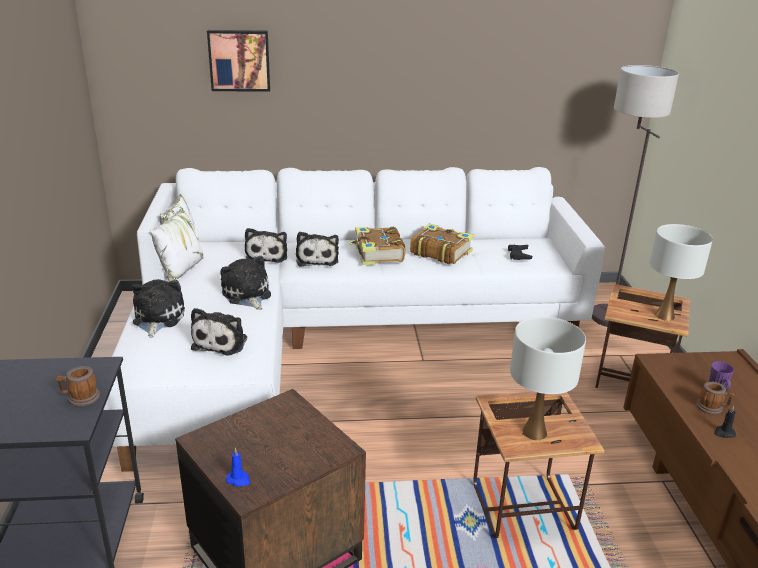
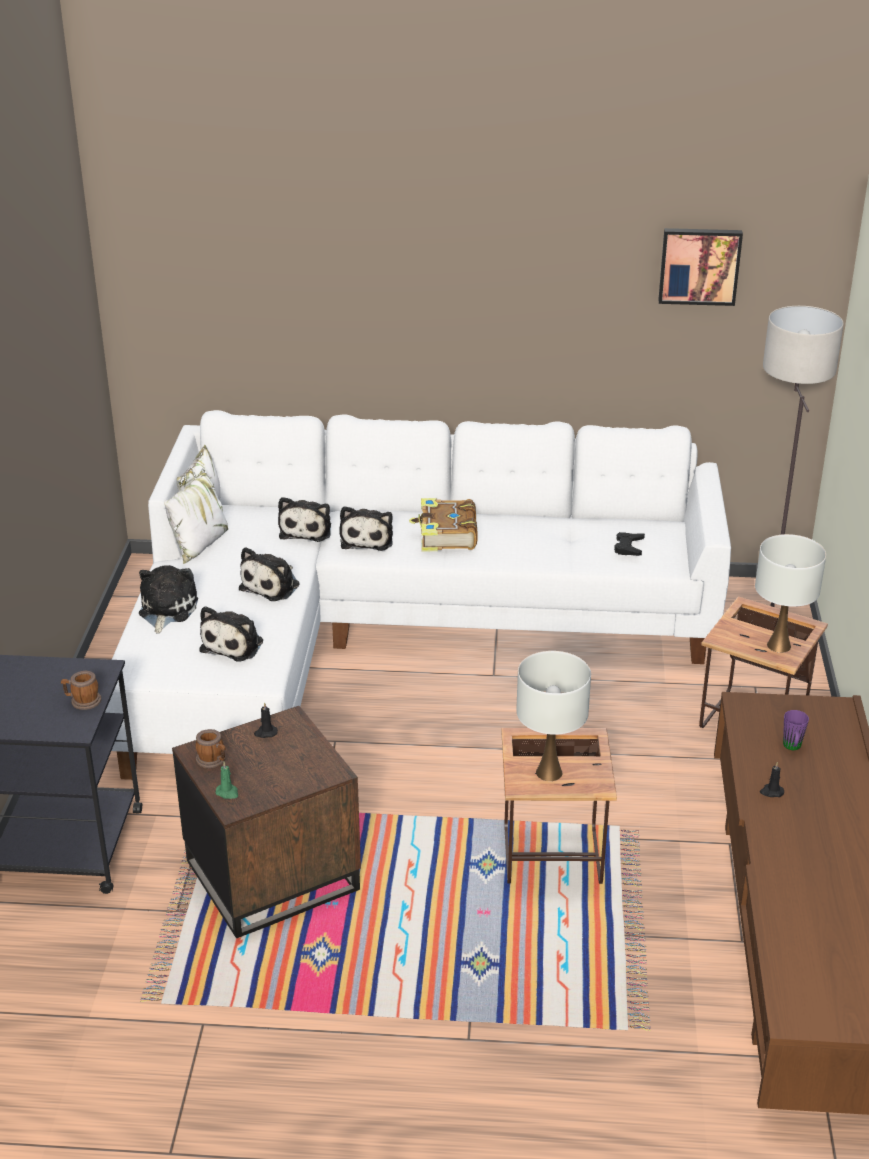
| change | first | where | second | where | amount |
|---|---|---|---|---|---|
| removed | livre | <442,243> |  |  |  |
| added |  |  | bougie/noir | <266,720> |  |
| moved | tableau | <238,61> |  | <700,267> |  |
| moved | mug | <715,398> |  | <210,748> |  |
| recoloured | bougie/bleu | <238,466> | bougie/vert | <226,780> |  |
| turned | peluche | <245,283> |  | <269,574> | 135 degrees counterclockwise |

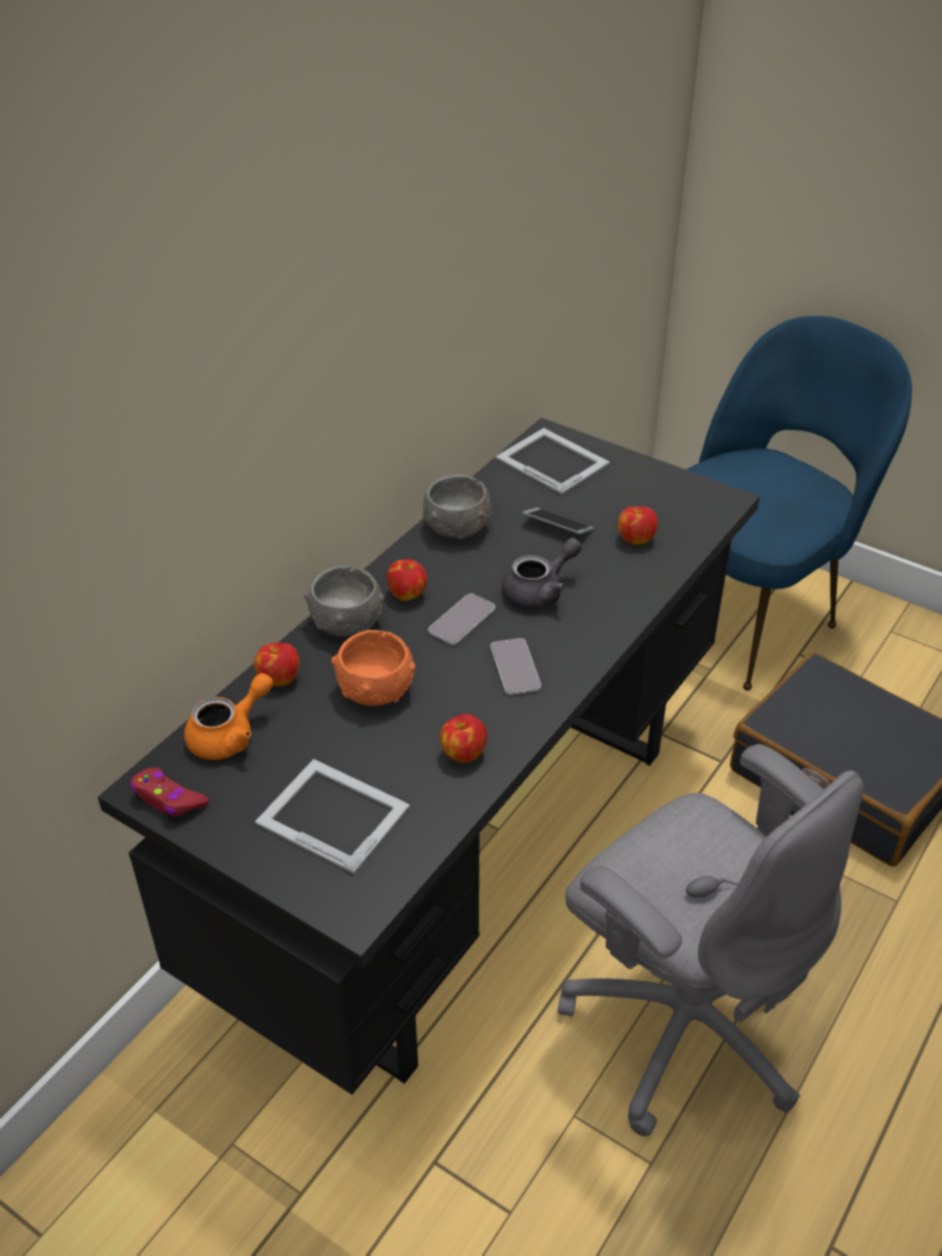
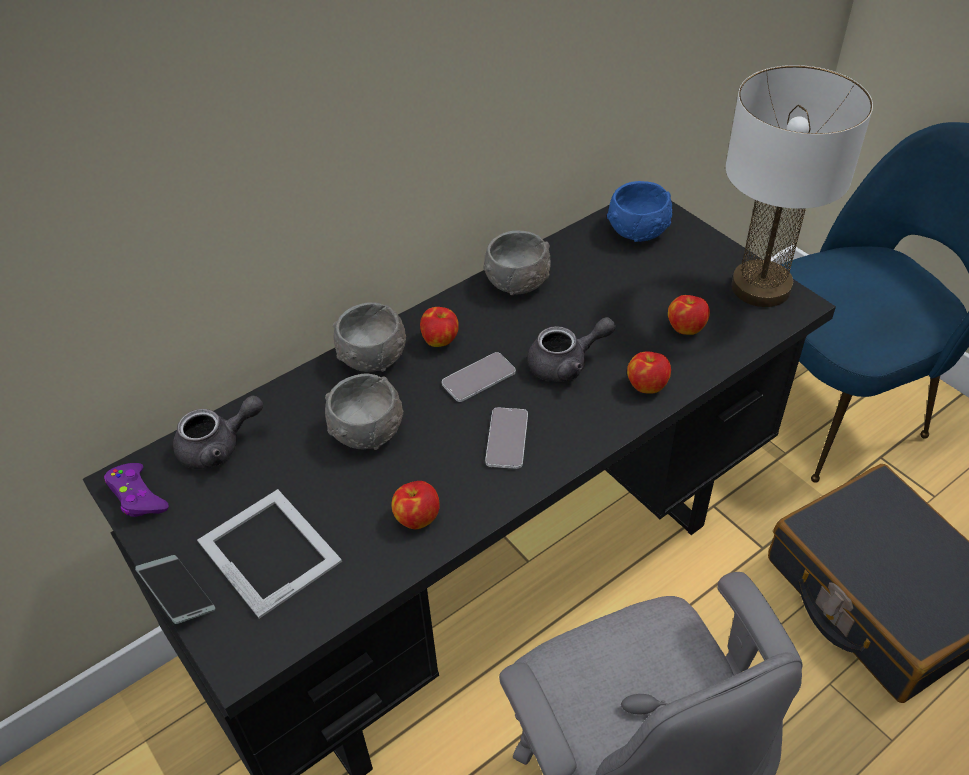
| change | first | where | second | where | amount |
|---|---|---|---|---|---|
| added |  |  | lampe de table | <799,186> |  |
| moved | pomme | <277,665> |  | <649,372> |  |
| moved | téléphone | <558,521> |  | <175,589> |  |
| replaced | cadre photo | <553,461> | bol/bleu | <639,211> |  |
| recoloured | manette/rouge | <169,791> | manette/violet | <136,490> |  |
| recoloured | théière/orange | <228,716> | théière/gris | <218,432> |  |
| recoloured | bol/orange | <373,668> | bol/gris | <364,411> |  |

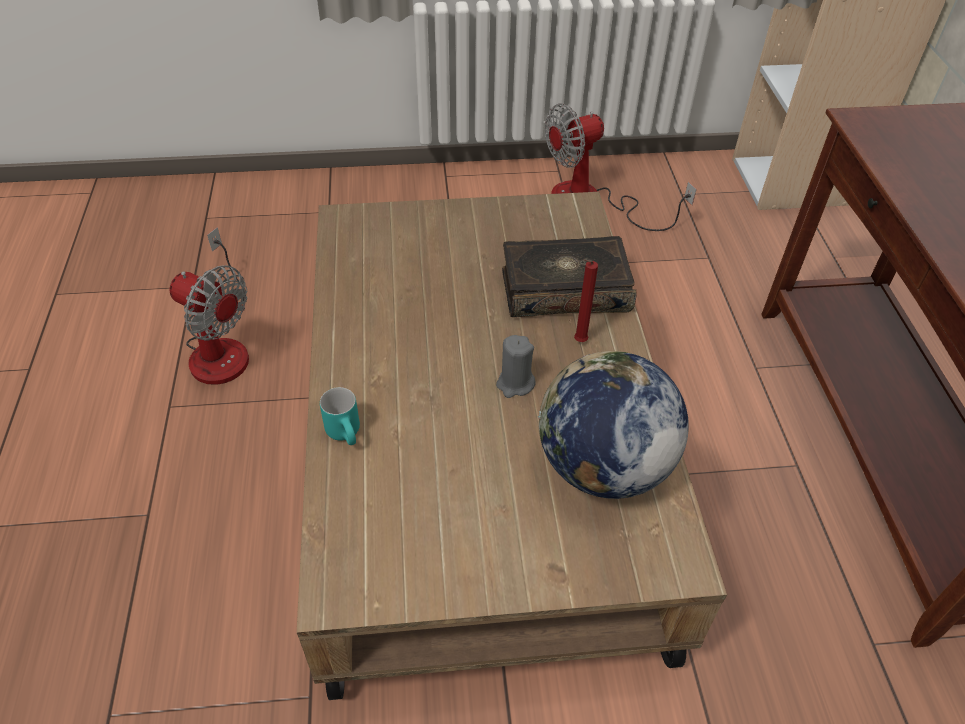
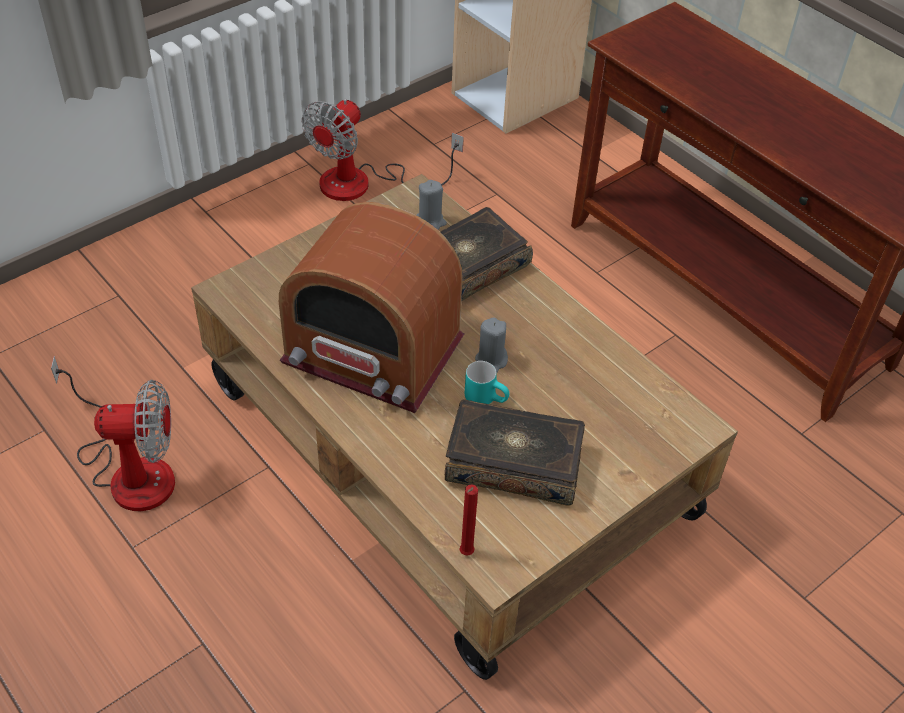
| change | first | where | second | where | amount |
|---|---|---|---|---|---|
| removed | globe | <613,425> |  |  |  |
| added |  |  | radio | <371,307> |  |
| added |  |  | bougie/gris | <432,205> |  |
| added |  |  | livre | <515,453> |  |
| moved | mug/turquoise | <340,416> |  | <487,382> |  |
| moved | bougie/rouge | <586,300> |  | <468,520> |  |

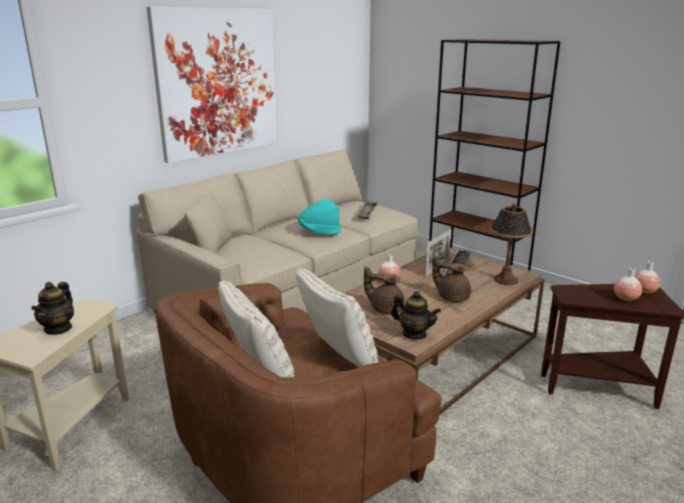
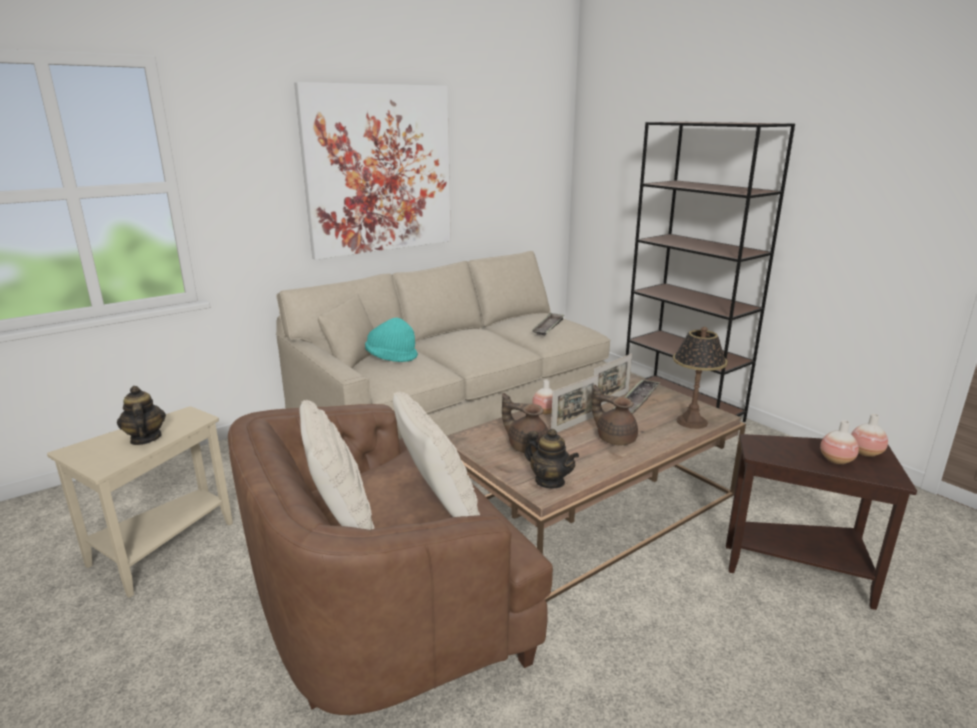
| change | first | where | second | where | amount |
|---|---|---|---|---|---|
| added |  |  | cadre photo | <575,403> |  |
| moved | chapeau/turquoise | <319,217> |  | <391,340> |  |
| turned | théière | <52,308> |  | <141,415> | 135 degrees clockwise |

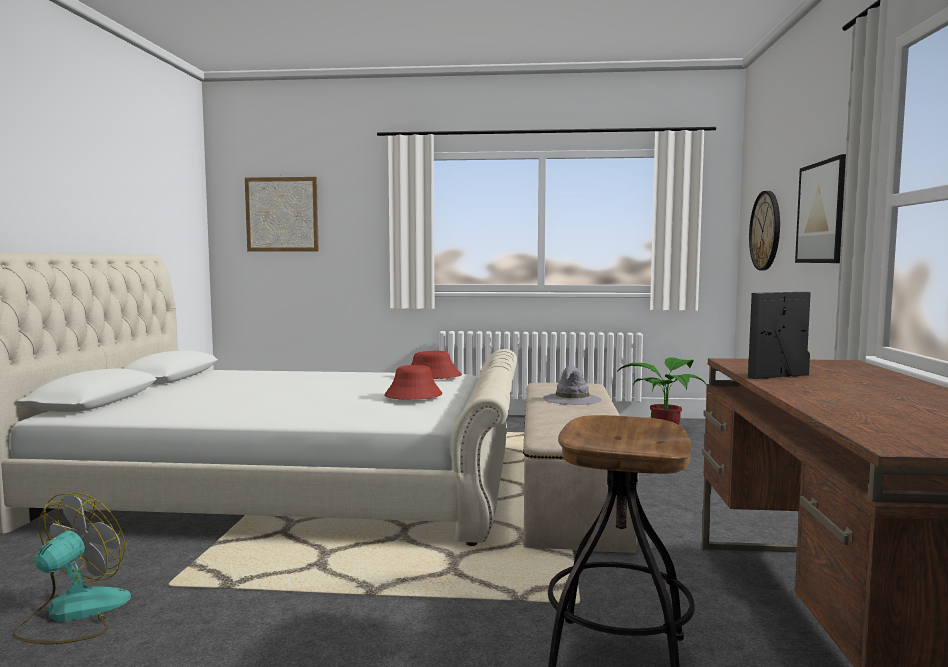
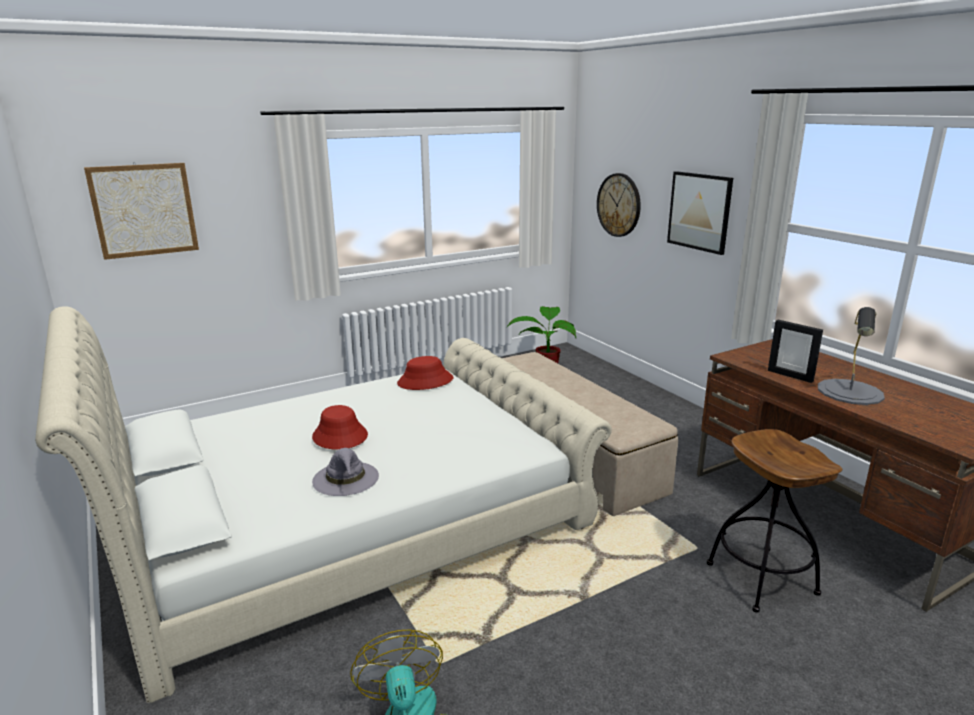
| change | first | where | second | where | amount |
|---|---|---|---|---|---|
| added |  |  | lampe de table/gris | <851,356> |  |
| moved | chapeau/rouge | <413,382> |  | <340,427> |  |
| moved | chapeau/gris | <572,385> |  | <345,472> |  |
| turned | cadre photo | <779,335> |  | <795,351> | 75 degrees counterclockwise |

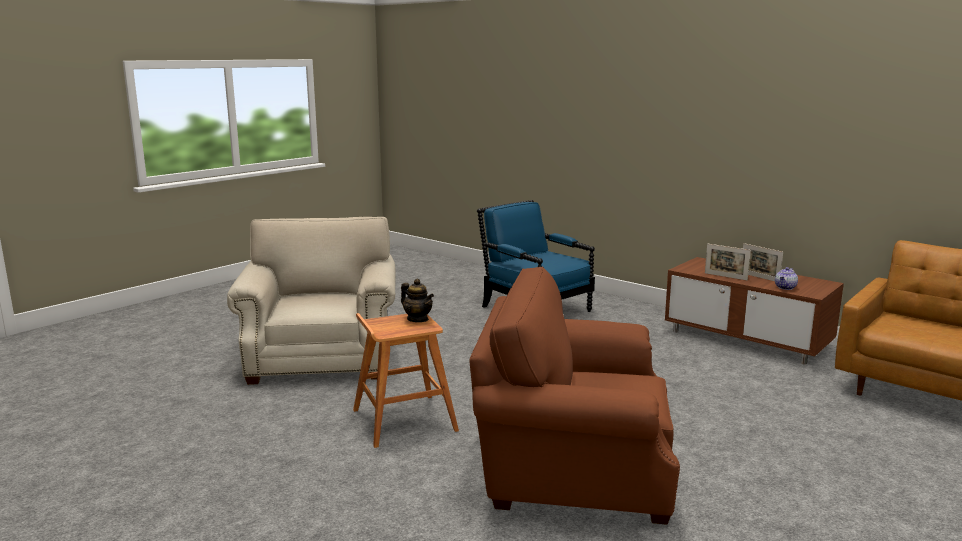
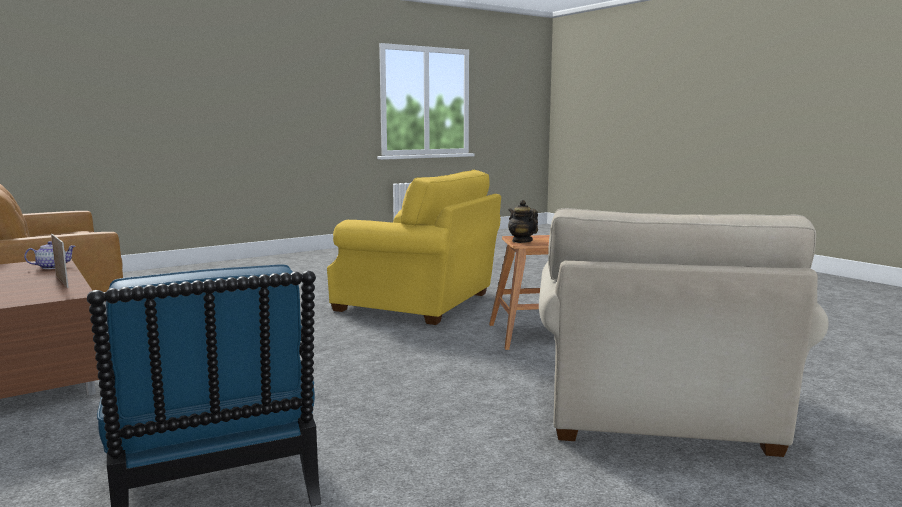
| change | first | where | second | where | amount |
|---|---|---|---|---|---|
| removed | cadre photo | <763,262> |  |  |  |
| recoloured | fauteuil/marron | <574,396> | fauteuil/jaune | <414,247> |  |

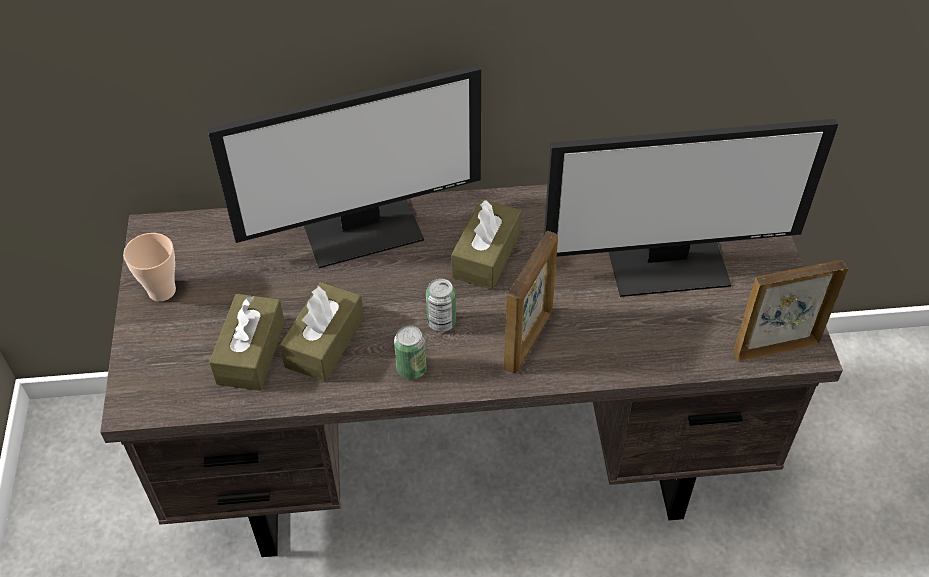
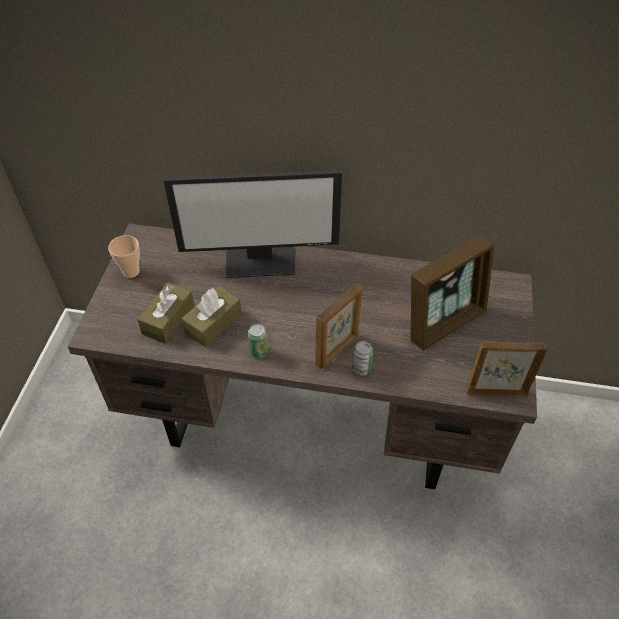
| change | first | where | second | where | amount |
|---|---|---|---|---|---|
| removed | boîte à mouchoirs/marron | <486,244> |  |  |  |
| moved | boîte métallique | <441,305> |  | <362,358> |  |
| replaced | écran d'ordinateur | <691,208> | cadre photo | <452,293> |  |

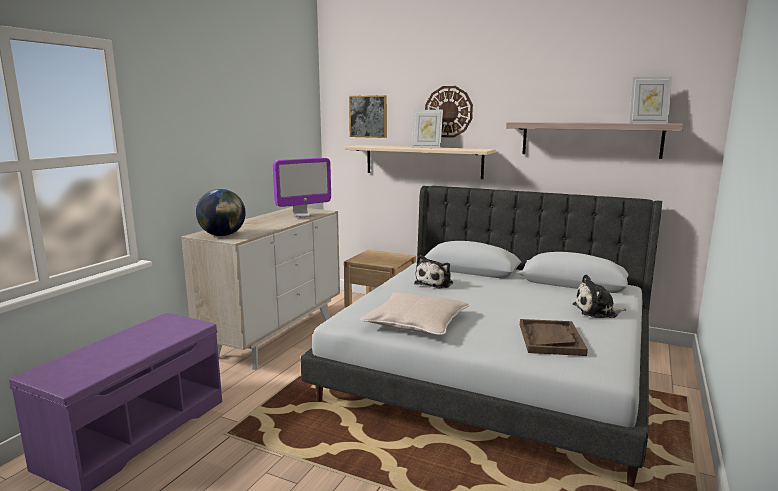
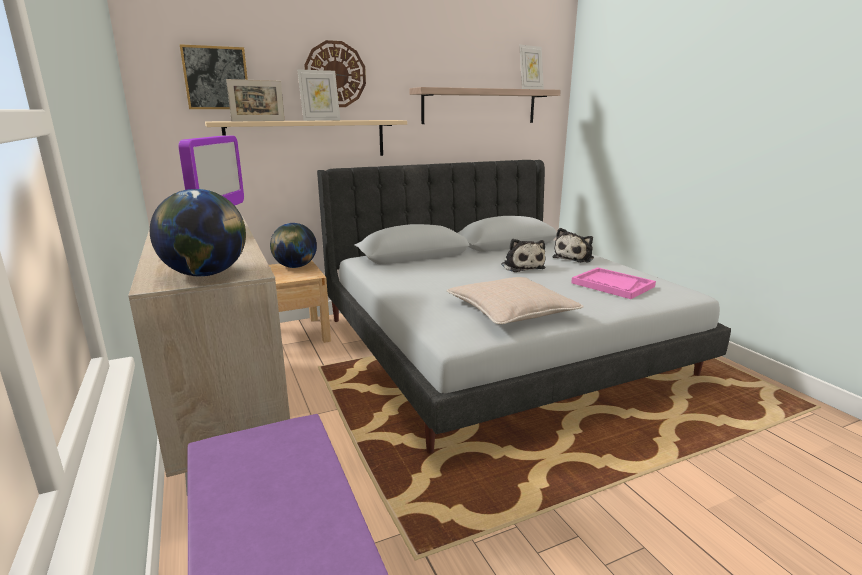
| change | first | where | second | where | amount |
|---|---|---|---|---|---|
| added |  |  | cadre photo | <255,100> |  |
| added |  |  | globe | <293,245> |  |
| moved | peluche | <433,271> |  | <523,255> |  |
| recoloured | plateau/marron | <554,337> | plateau/rose | <613,283> |  |

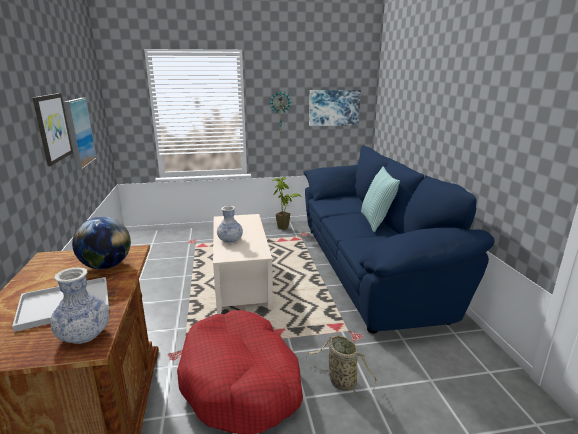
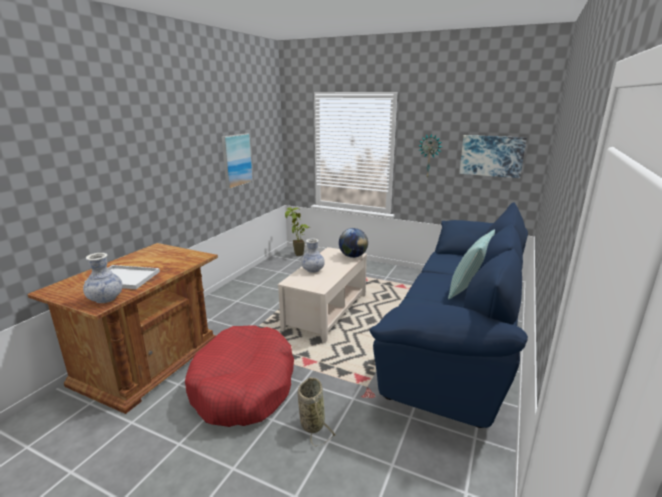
| change | first | where | second | where | amount |
|---|---|---|---|---|---|
| removed | tableau | <52,129> |  |  |  |
| moved | globe | <101,242> |  | <353,243> |  |
| moved | plante en pot | <287,203> |  | <297,232> |  |

